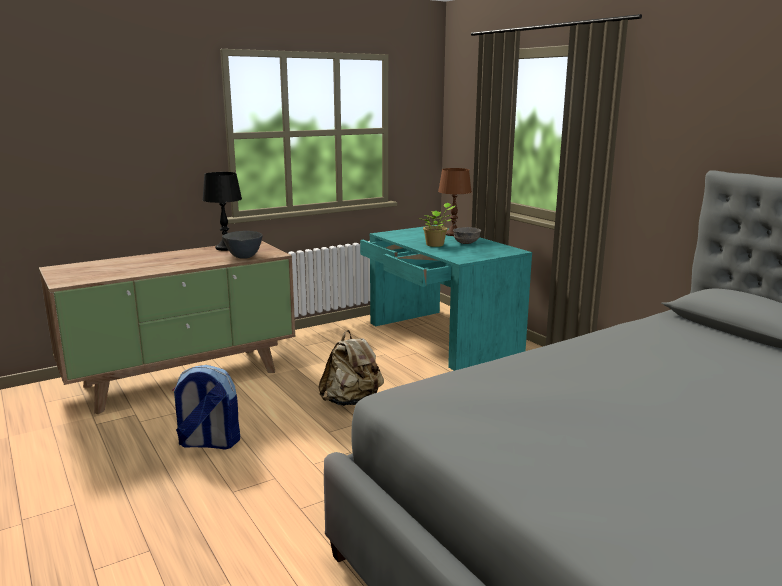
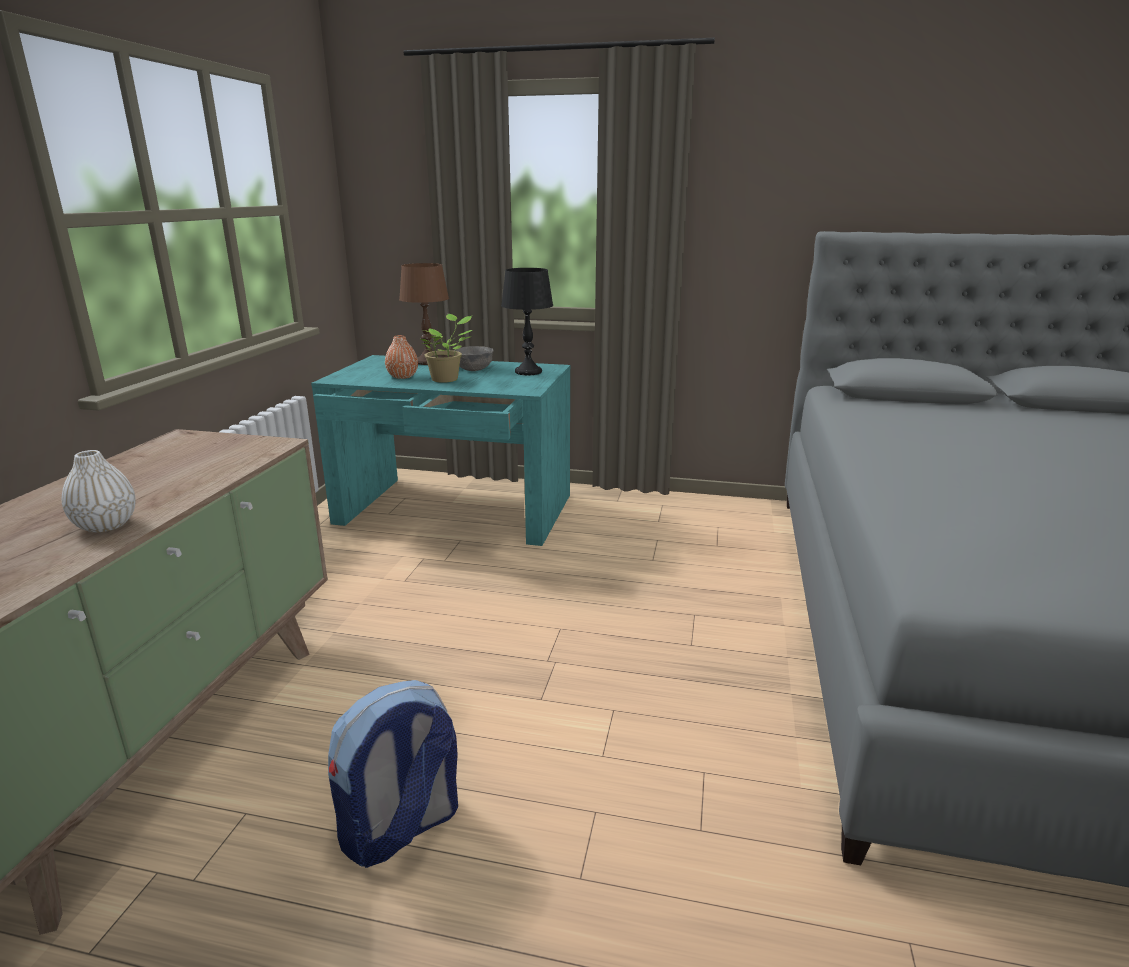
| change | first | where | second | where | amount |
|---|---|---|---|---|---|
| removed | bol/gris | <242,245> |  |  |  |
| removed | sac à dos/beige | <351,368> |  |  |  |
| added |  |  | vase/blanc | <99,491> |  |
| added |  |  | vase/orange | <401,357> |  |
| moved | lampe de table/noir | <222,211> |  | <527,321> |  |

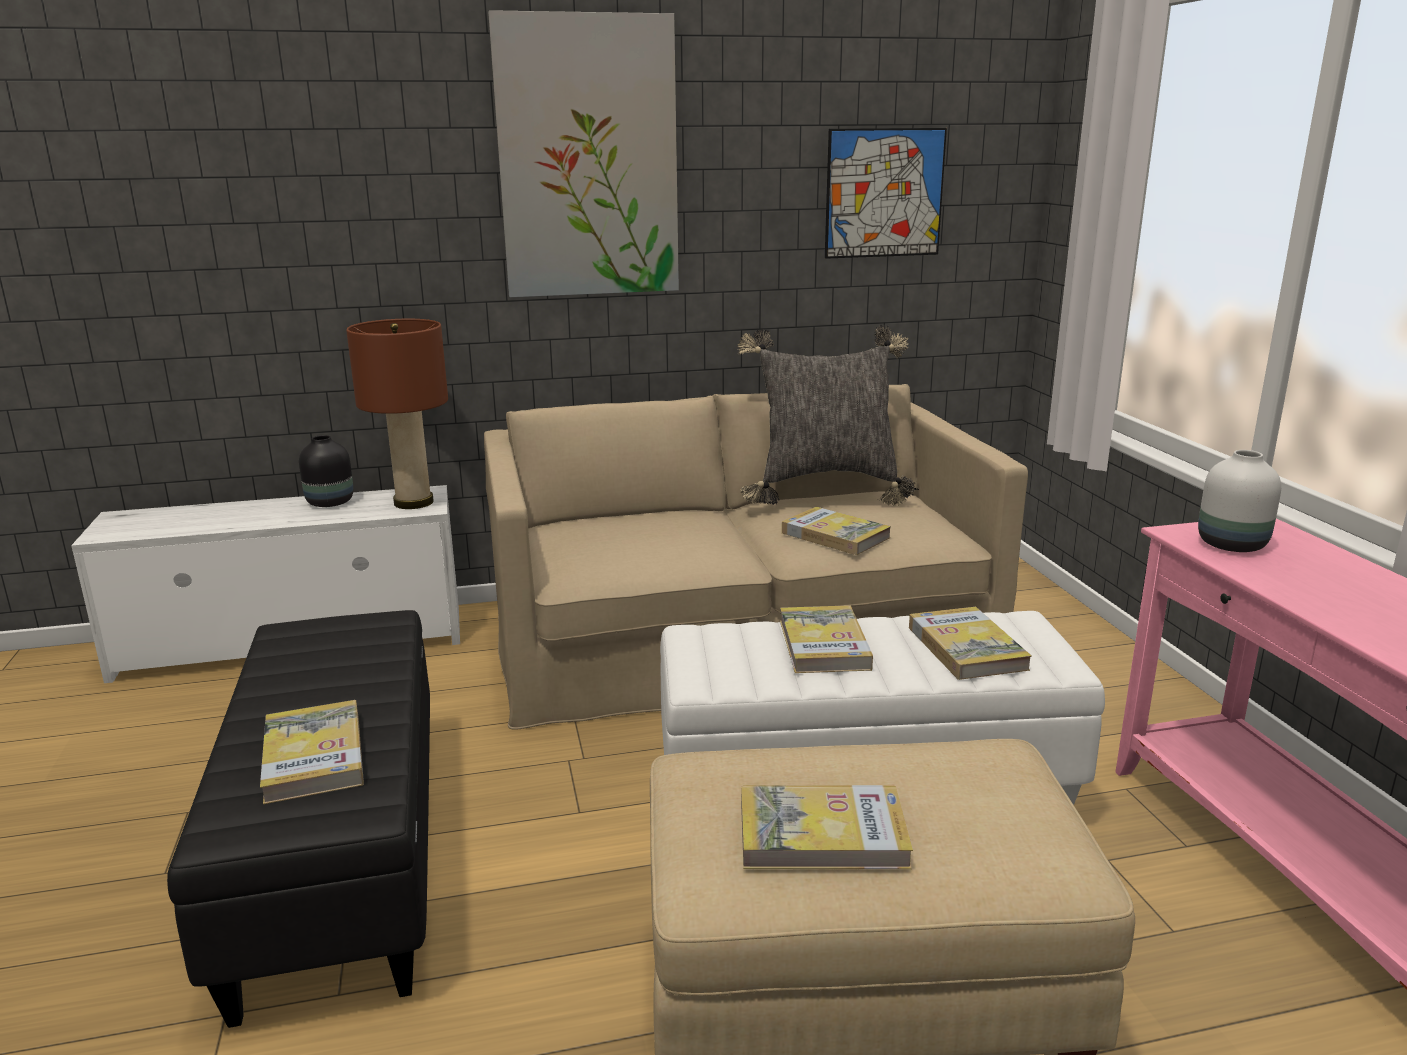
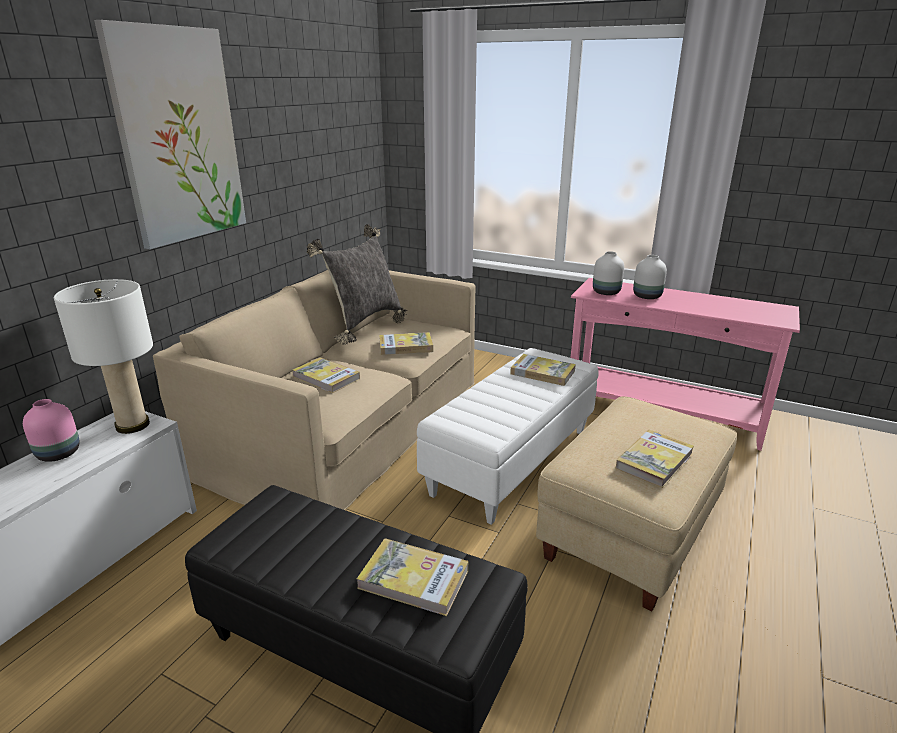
| change | first | where | second | where | amount |
|---|---|---|---|---|---|
| removed | tableau | <886,193> |  |  |  |
| added |  |  | vase/blanc | <650,277> |  |
| moved | livre | <826,639> |  | <326,375> |  |
| recoloured | vase/noir | <326,471> | vase/rose | <51,430> |  |
| recoloured | lampe de table/marron | <397,414> | lampe de table/blanc | <103,356> |  |

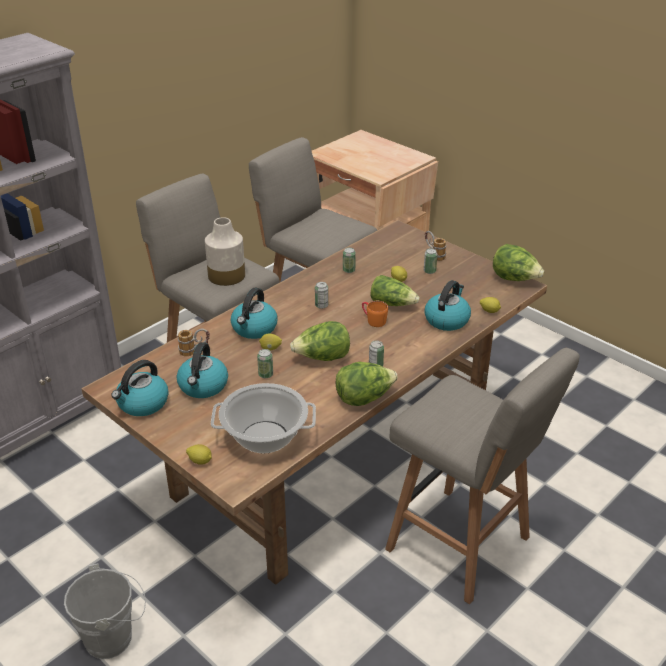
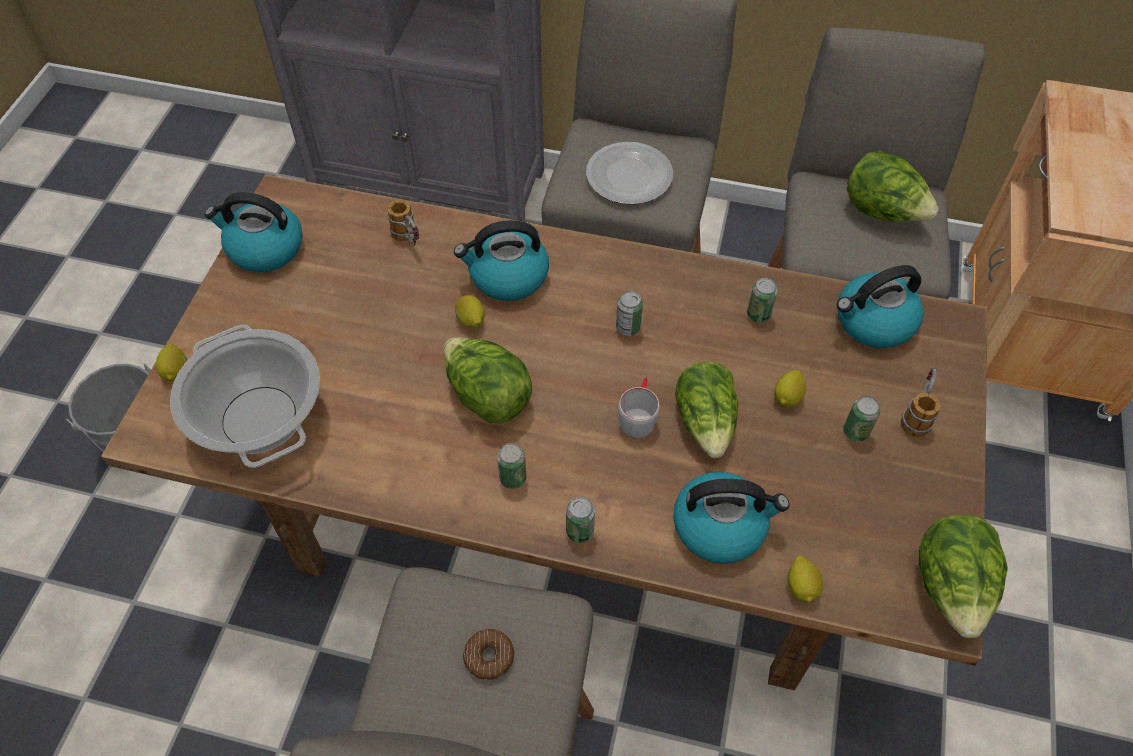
| change | first | where | second | where | amount |
|---|---|---|---|---|---|
| added |  |  | beignet | <489,654> |  |
| moved | bouilloire | <202,370> |  | <880,306> |  |
| moved | boîte métallique | <265,363> |  | <580,520> |  |
| moved | laitue | <367,384> |  | <893,186> |  |
| replaced | vase/beige | <225,251> | assiette | <629,173> |  |
| recoloured | mug/orange | <375,314> | mug/gris | <639,408> |  |

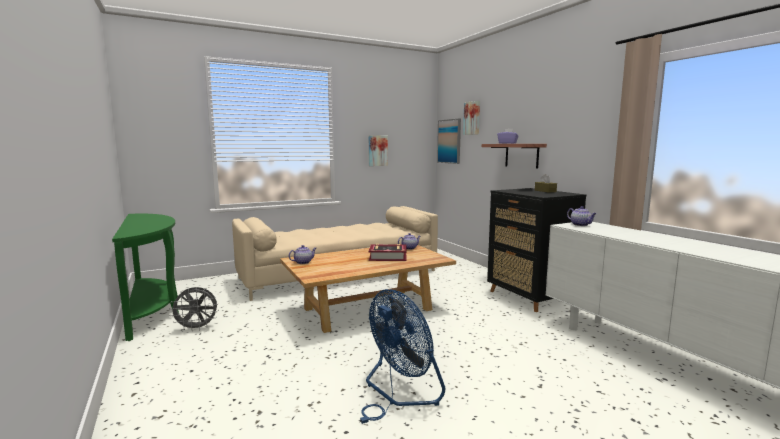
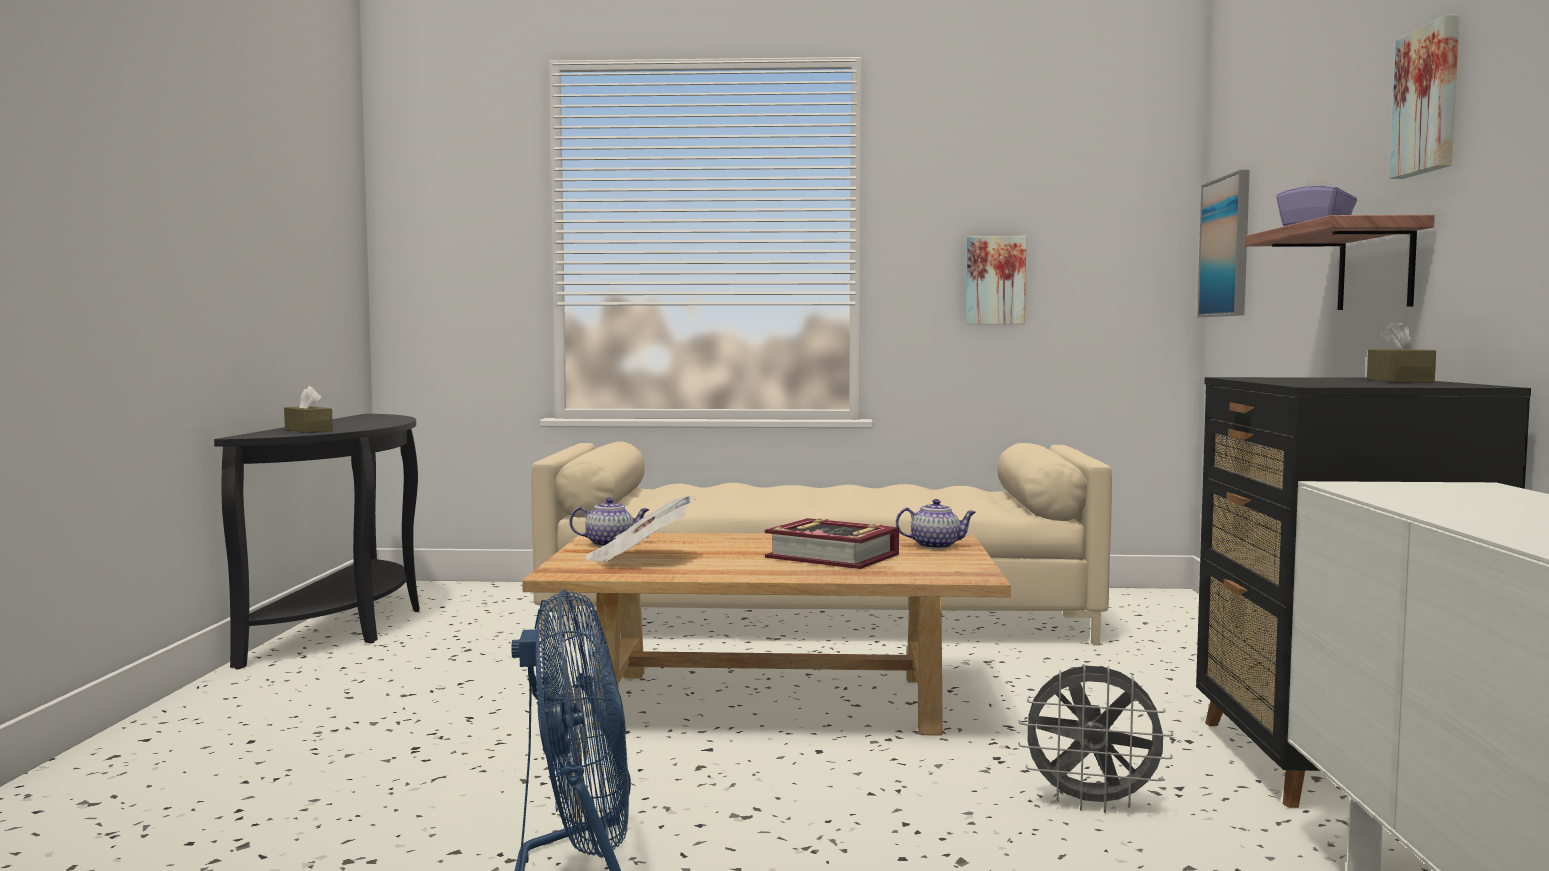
| change | first | where | second | where | amount |
|---|---|---|---|---|---|
| removed | théière | <582,216> |  |  |  |
| added |  |  | boîte à mouchoirs/marron | <308,409> |  |
| added |  |  | journal | <640,529> |  |
| moved | ventilateur/gris | <194,309> |  | <1096,738> |  |
| moved | tableau | <471,118> |  | <1425,97> |  |
| recoloured | table console/vert | <145,277> | table console/noir | <317,541> |  |

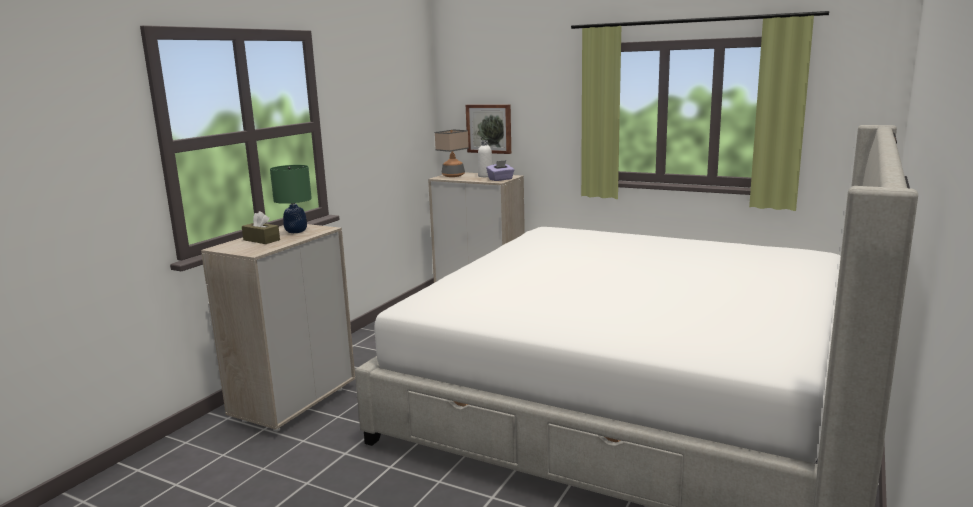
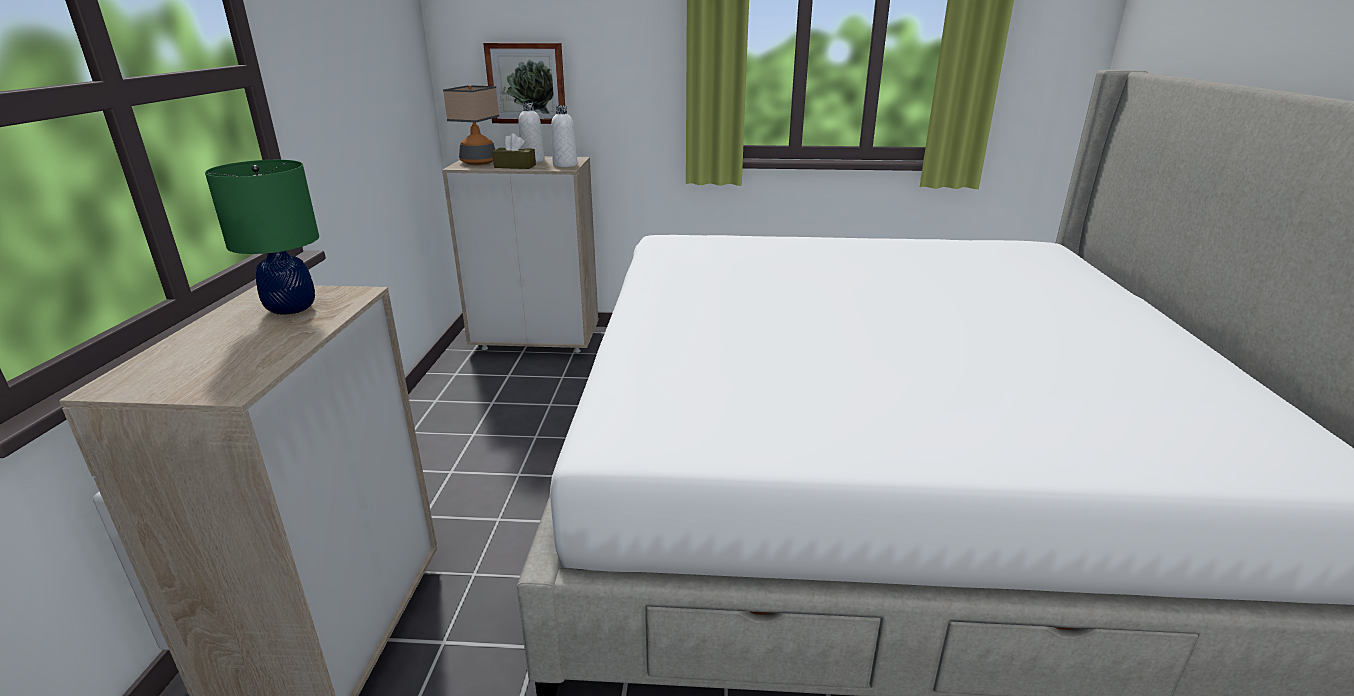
| change | first | where | second | where | amount |
|---|---|---|---|---|---|
| moved | boîte à mouchoirs/marron | <261,227> |  | <514,151> |  |
| replaced | boîte à mouchoirs/violet | <500,170> | bouteille/blanc | <564,136> |  |

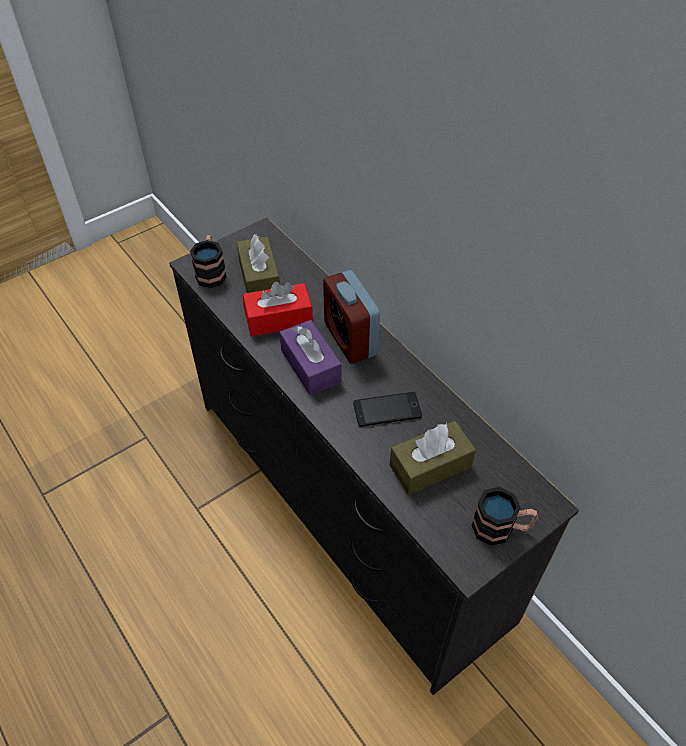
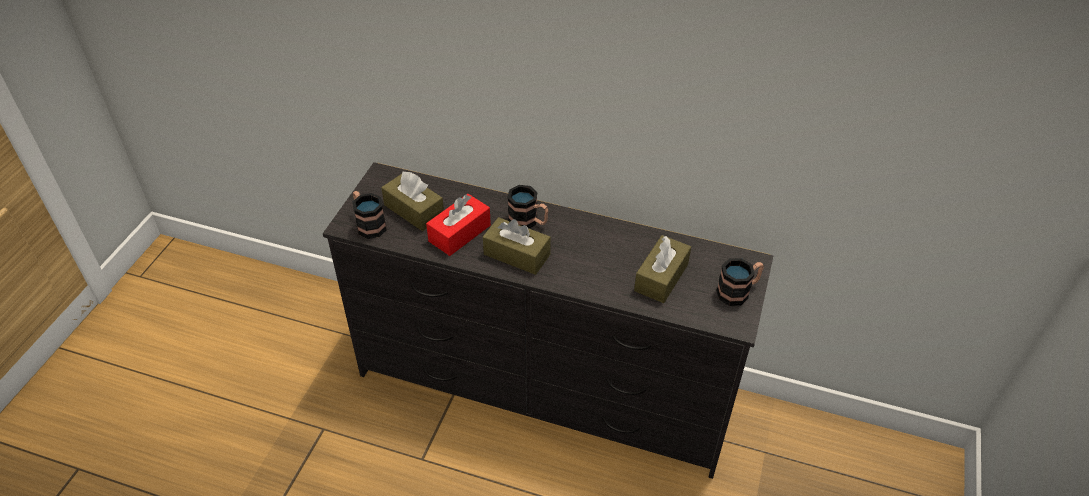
| change | first | where | second | where | amount |
|---|---|---|---|---|---|
| removed | téléphone | <387,409> |  |  |  |
| replaced | réveil | <351,317> | mug | <528,206> |  |
| recoloured | boîte à mouchoirs/violet | <310,357> | boîte à mouchoirs/marron | <517,246> |  |

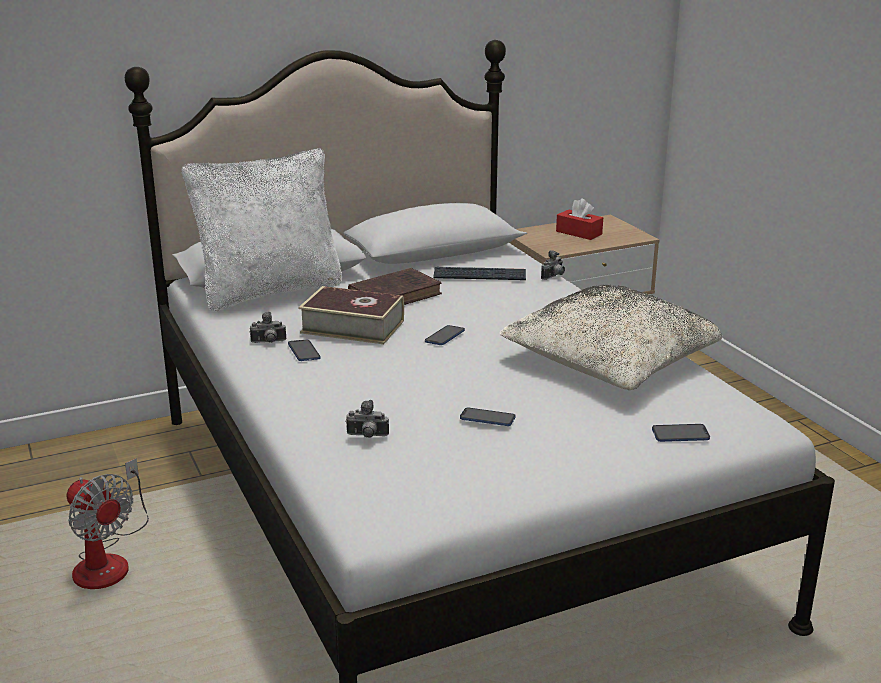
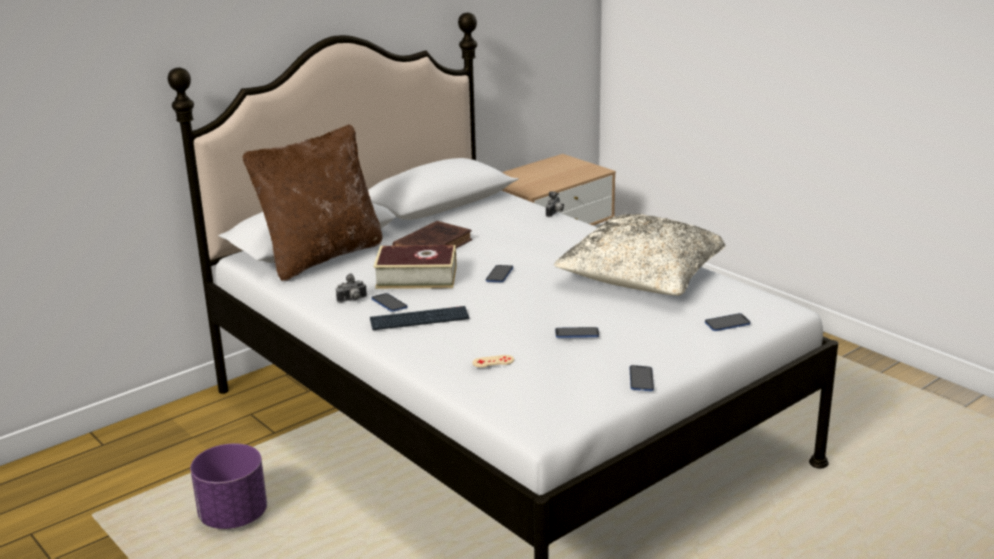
| change | first | where | second | where | amount |
|---|---|---|---|---|---|
| removed | boîte à mouchoirs/rouge | <579,219> |  |  |  |
| added |  |  | téléphone | <642,378> |  |
| moved | clavier | <479,273> |  | <419,318> |  |
| replaced | ventilateur | <108,523> | cache-pot/violet | <228,486> |  |
| replaced | appareil photo | <367,419> | manette/beige | <493,361> |  |
| recoloured | coussin/blanc | <262,229> | coussin/marron | <312,202> |  |

